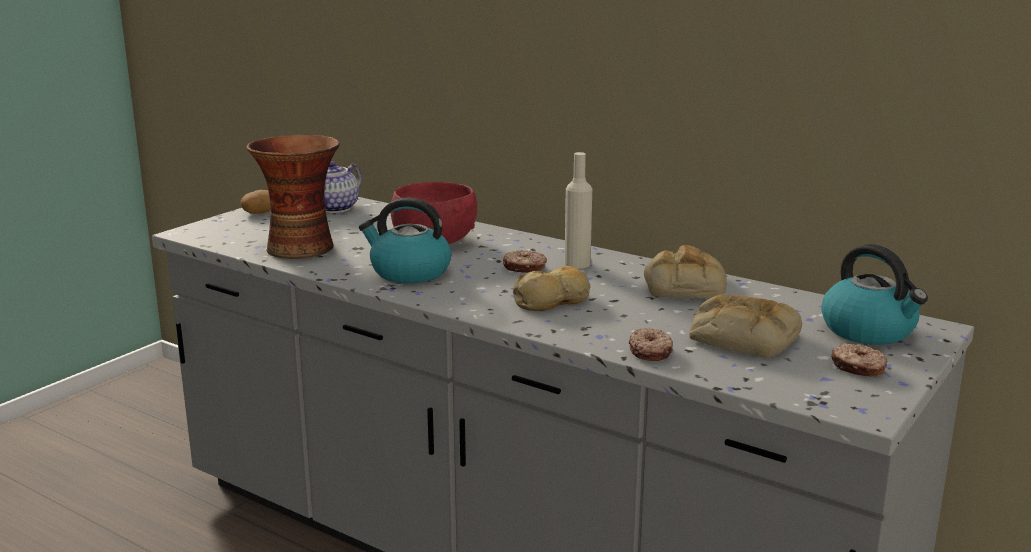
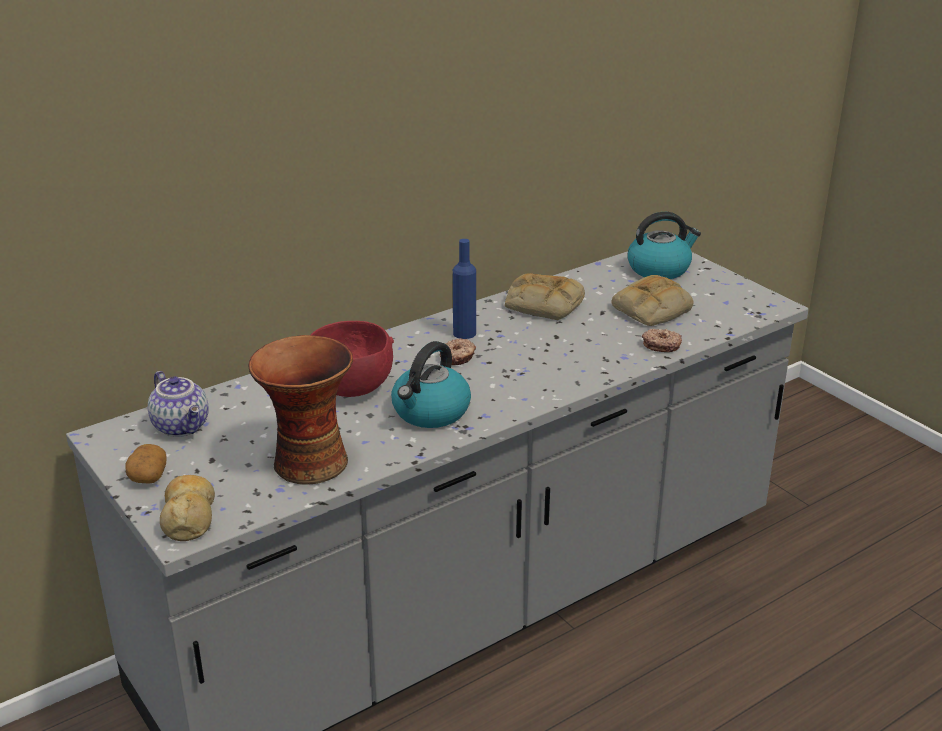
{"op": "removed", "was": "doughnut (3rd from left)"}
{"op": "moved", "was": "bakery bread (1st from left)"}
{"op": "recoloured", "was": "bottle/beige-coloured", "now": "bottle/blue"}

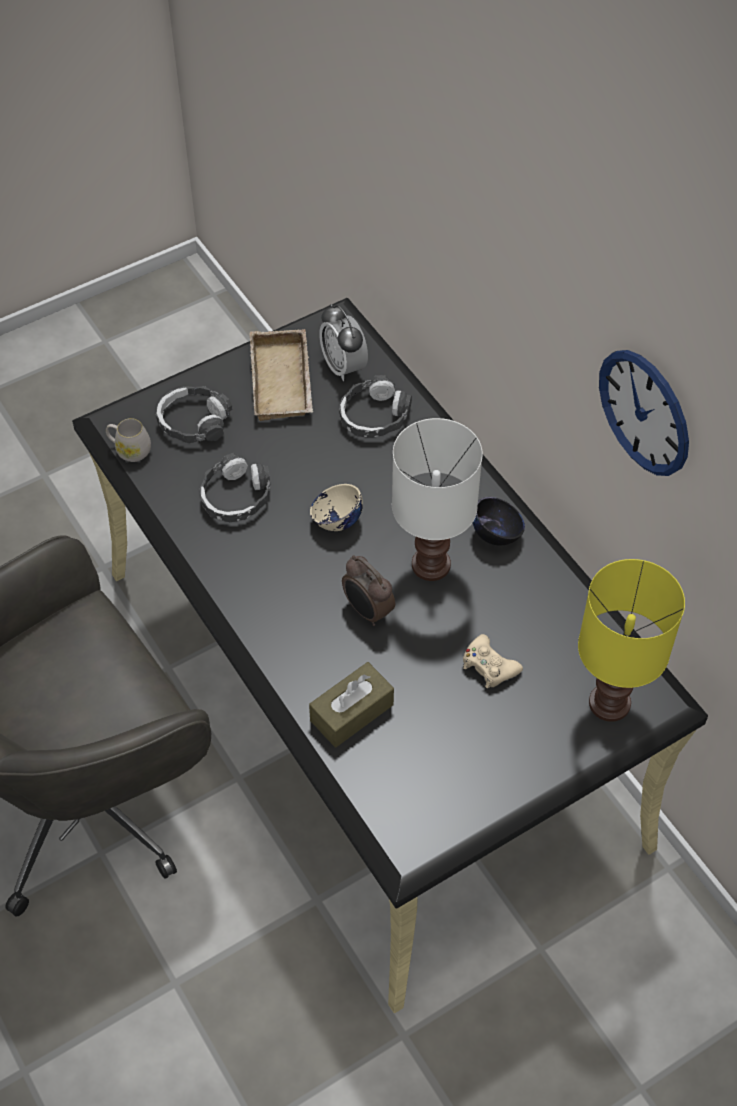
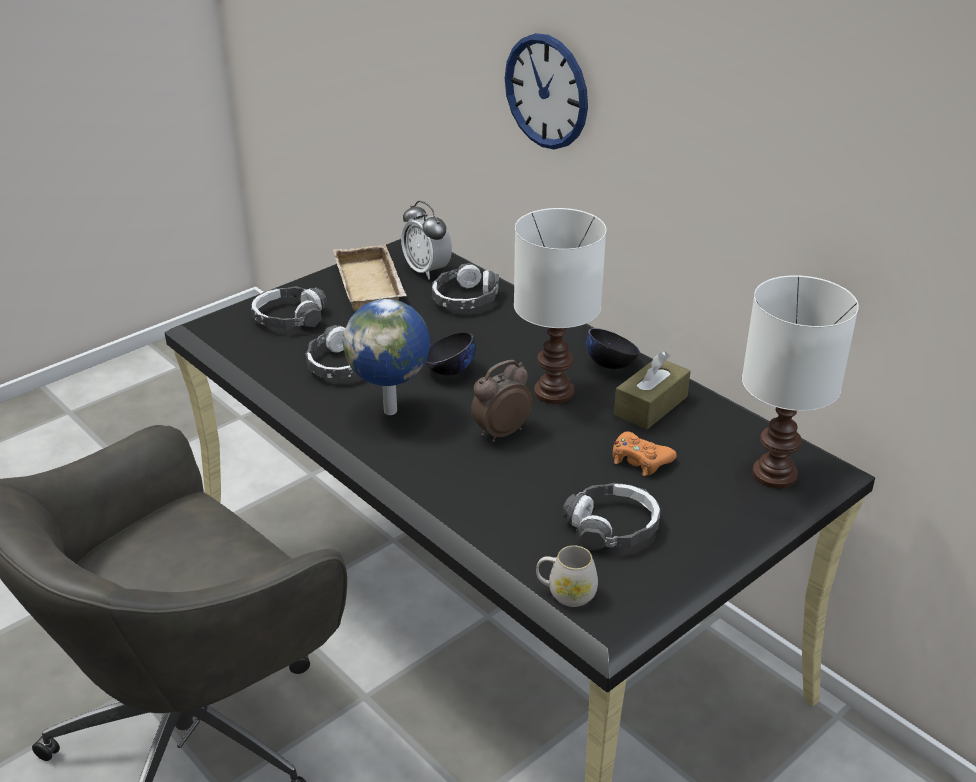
{"op": "added", "now": "world globe"}
{"op": "added", "now": "headphones (4th from left)"}
{"op": "moved", "was": "coffee mug/white-coloured"}
{"op": "moved", "was": "tissue box/brown-coloured"}
{"op": "moved", "was": "wall clock"}
{"op": "recoloured", "was": "deep dish/beige-coloured", "now": "deep dish/black (1st from left)"}
{"op": "recoloured", "was": "joypad/beige-coloured", "now": "joypad/orangey"}
{"op": "recoloured", "was": "table lamp/yellow", "now": "table lamp/white-coloured (2nd from left)"}
{"op": "turned", "was": "alarm clock (2nd from left)", "clockwise": 105}

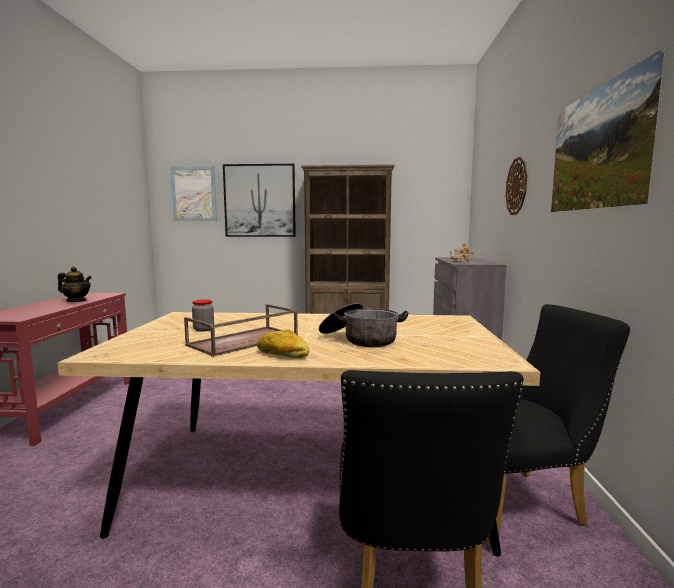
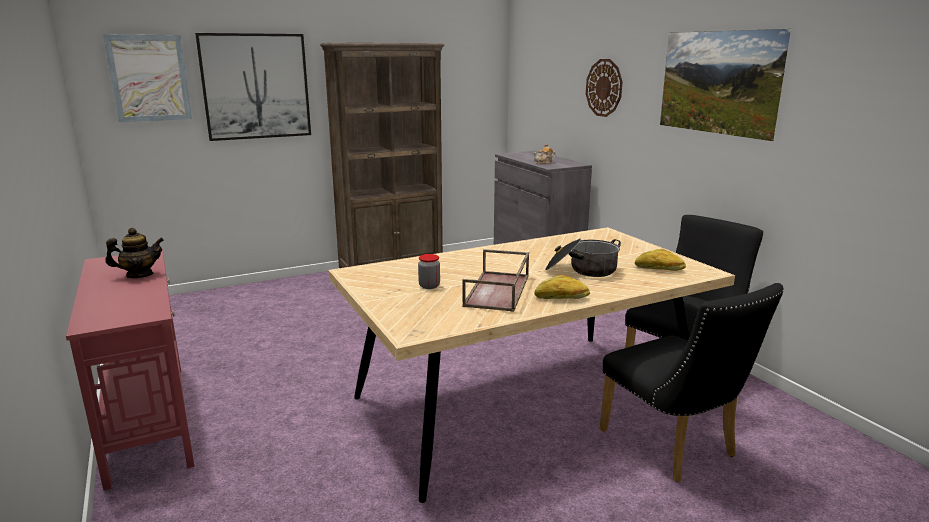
{"op": "added", "now": "bakery bread (2nd from left)"}

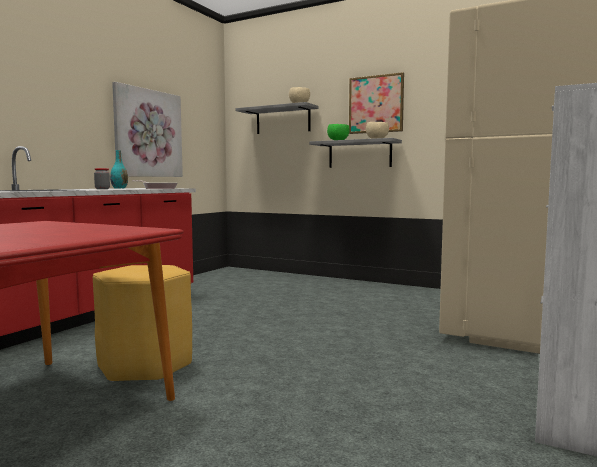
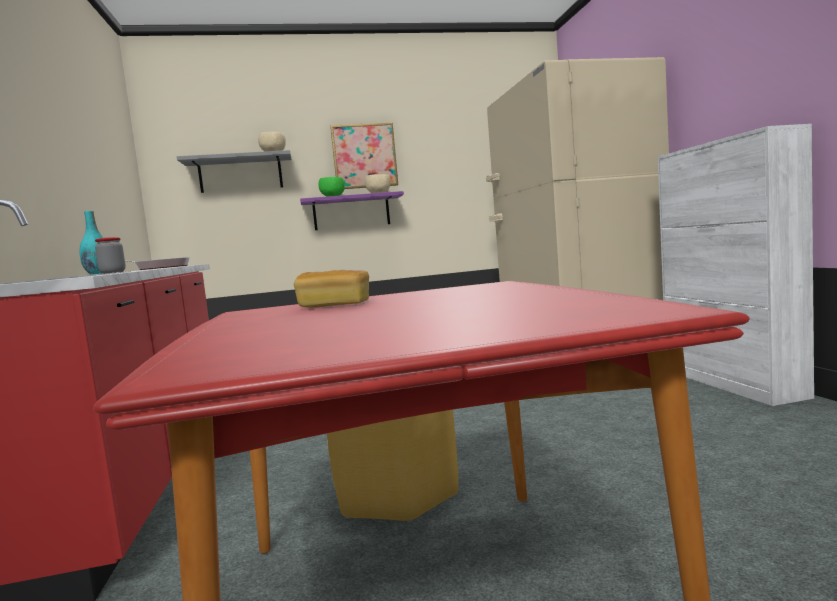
{"op": "removed", "was": "wall art (1st from left)"}
{"op": "added", "now": "bakery bread"}
{"op": "recoloured", "was": "bracket shelf/grey (2nd from left)", "now": "bracket shelf/purple-coloured"}

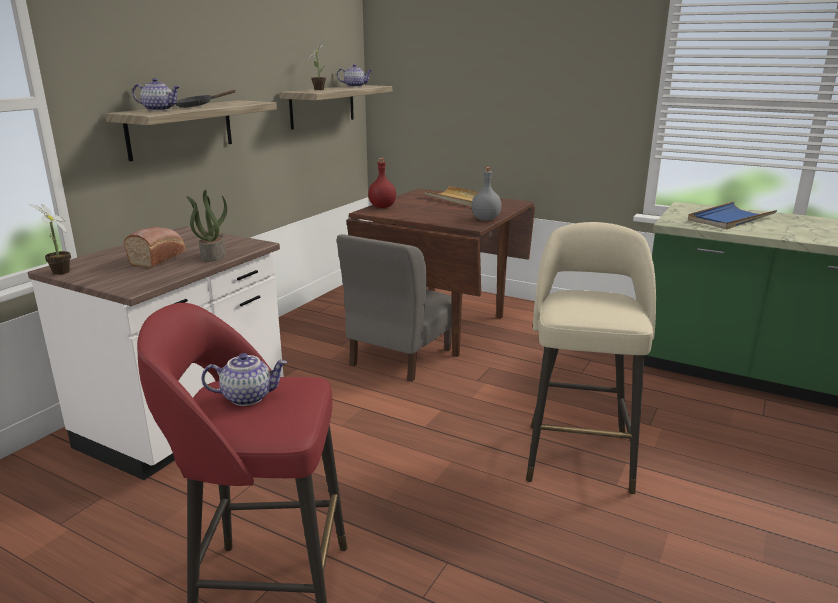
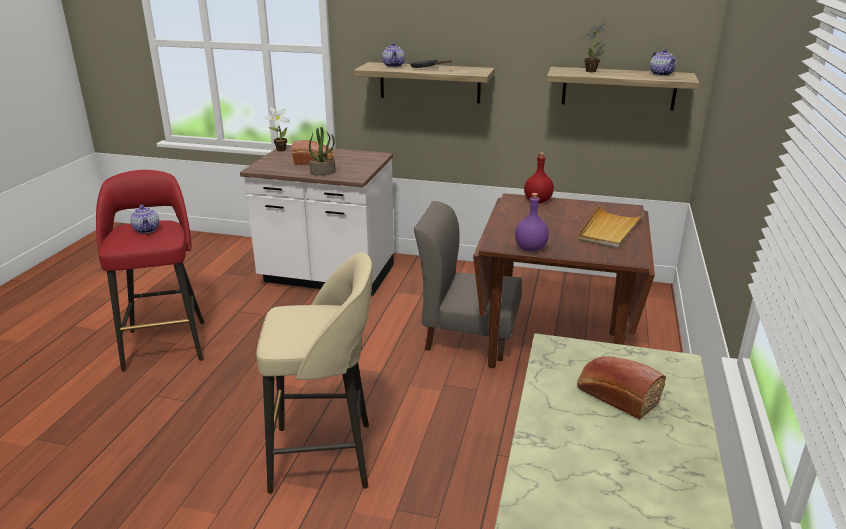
{"op": "replaced", "was": "tray/blue", "now": "bakery bread (2nd from left)"}
{"op": "recoloured", "was": "bottle/grey", "now": "bottle/purple-coloured"}

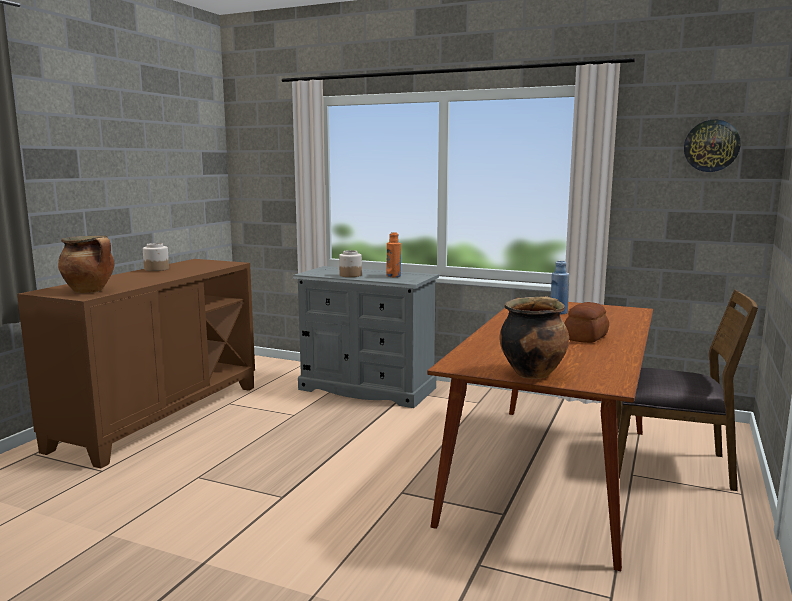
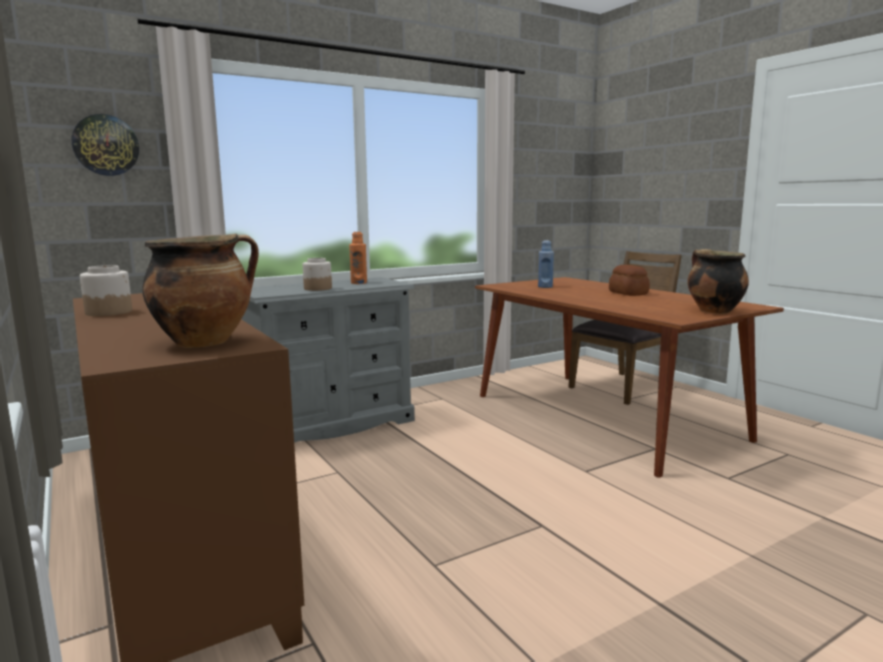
{"op": "moved", "was": "wall clock"}

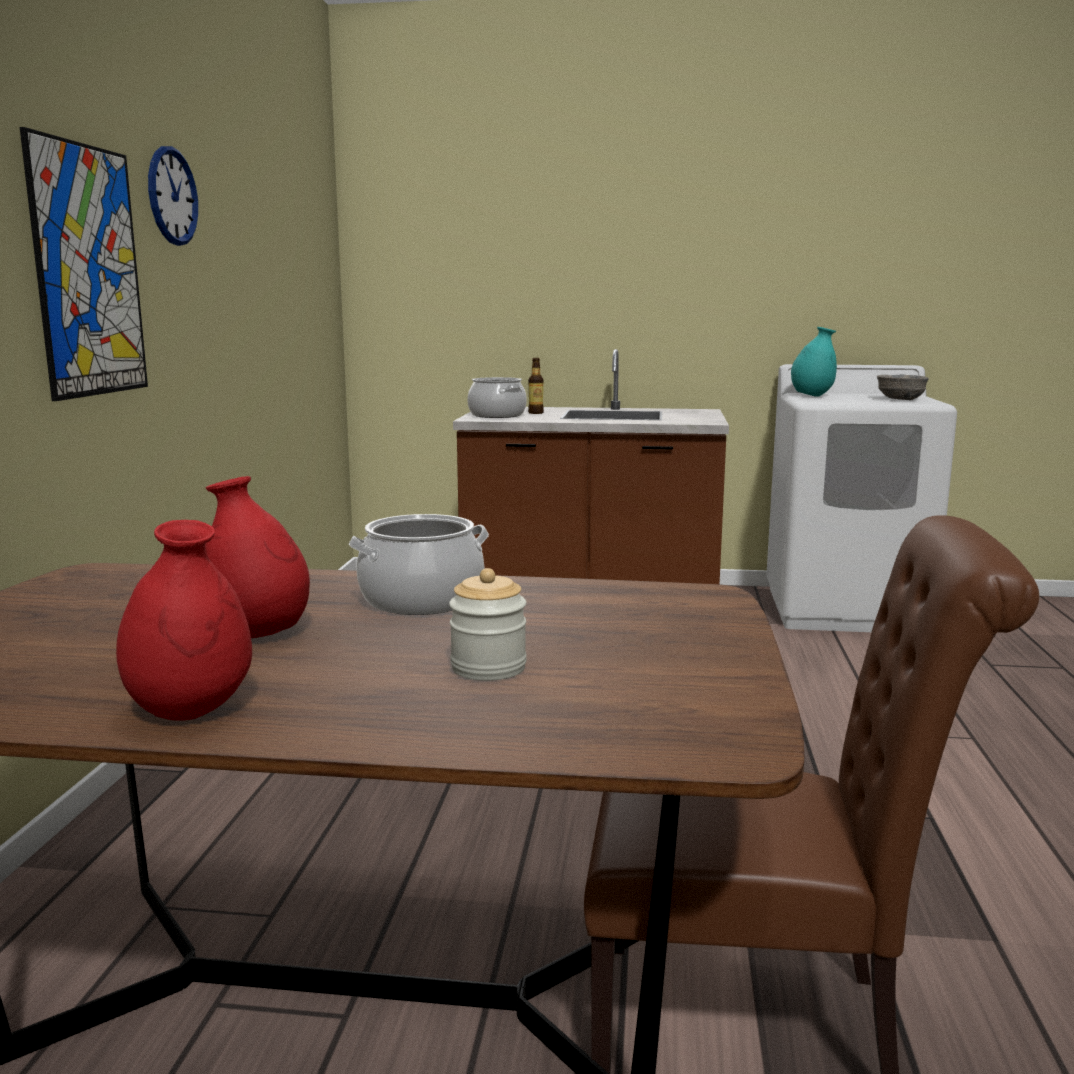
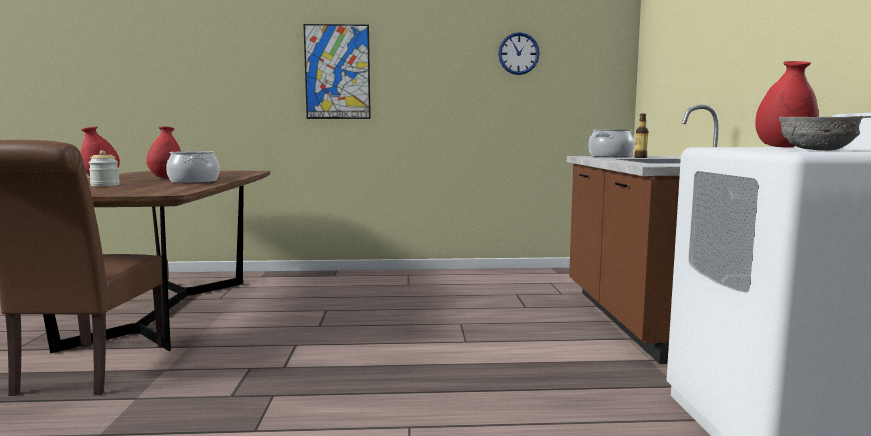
{"op": "moved", "was": "wall clock"}
{"op": "recoloured", "was": "decorative vase/blue-green", "now": "decorative vase/red-coloured (3rd from left)"}

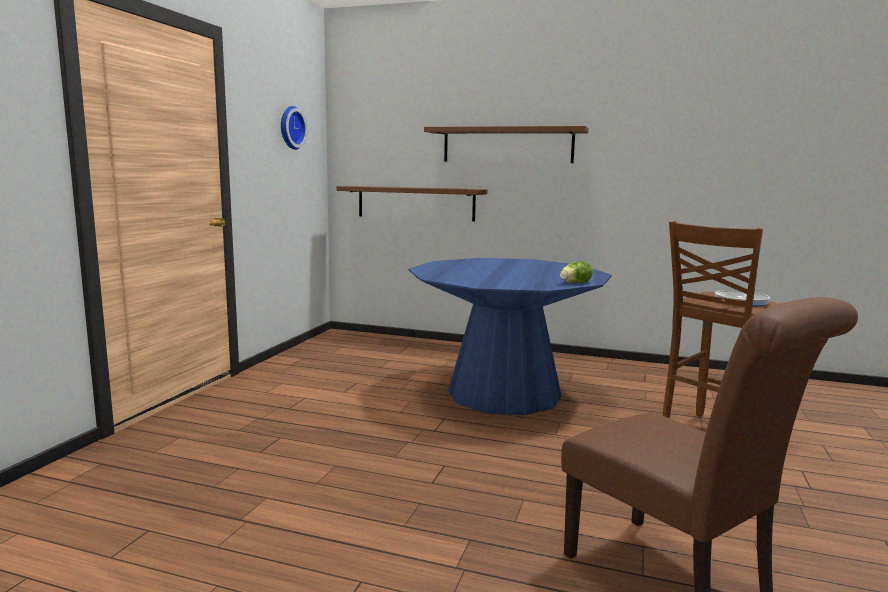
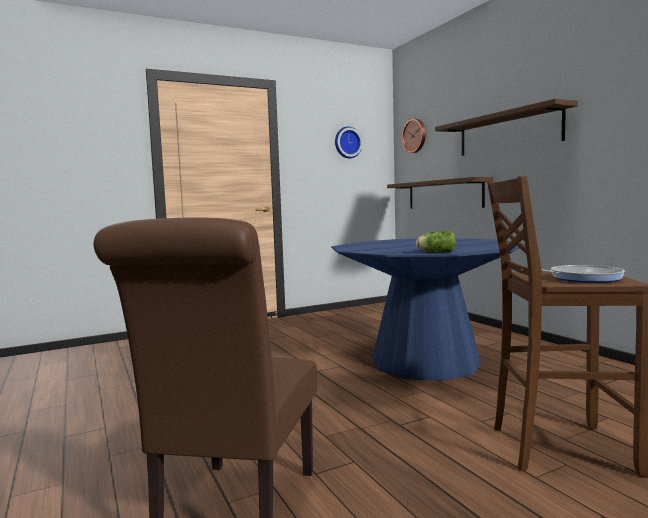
{"op": "added", "now": "wall clock (2nd from left)"}

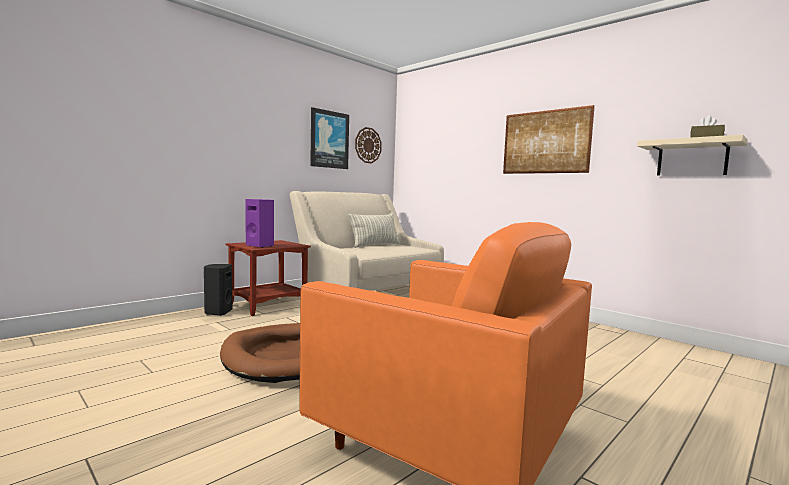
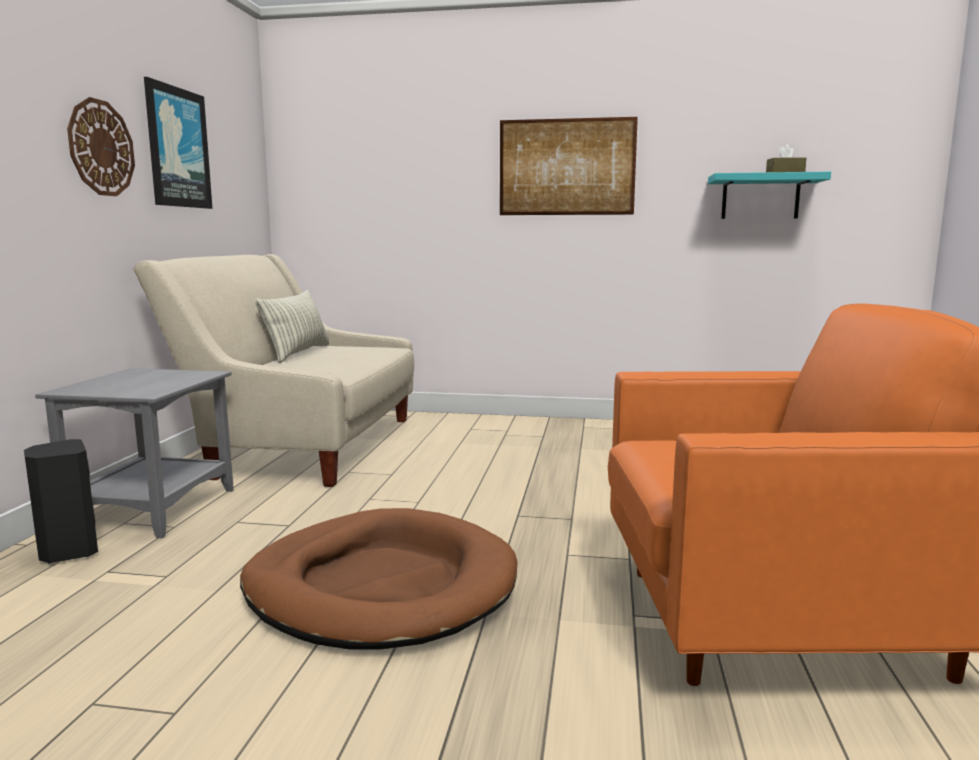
{"op": "removed", "was": "audio speaker/purple-coloured"}
{"op": "moved", "was": "wall clock"}
{"op": "recoloured", "was": "accent table/brown-coloured", "now": "accent table/grey"}
{"op": "recoloured", "was": "bracket shelf/beige-coloured", "now": "bracket shelf/blue-green"}

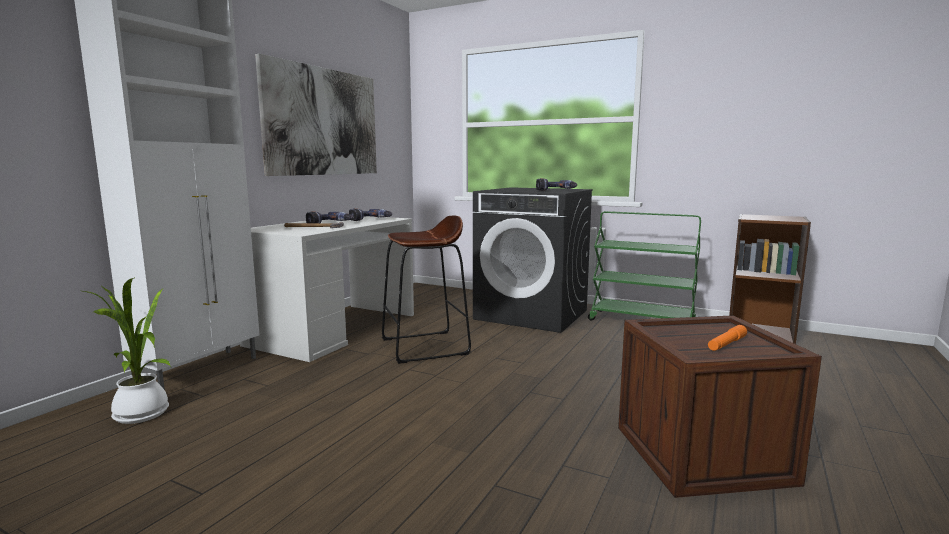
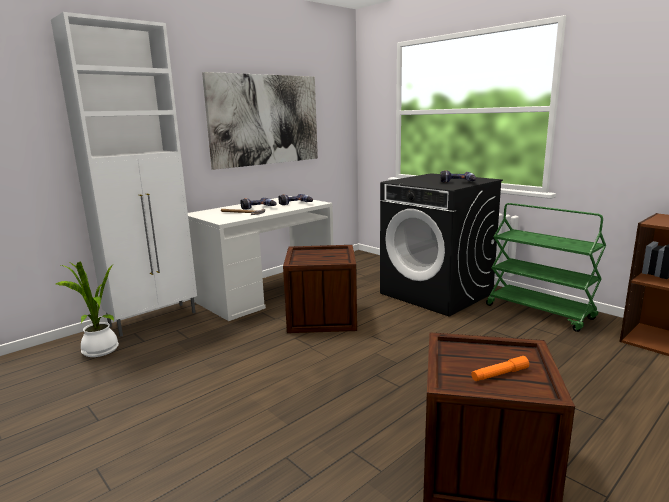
{"op": "replaced", "was": "stool seat/brown-coloured", "now": "shipping crate (1st from left)"}

